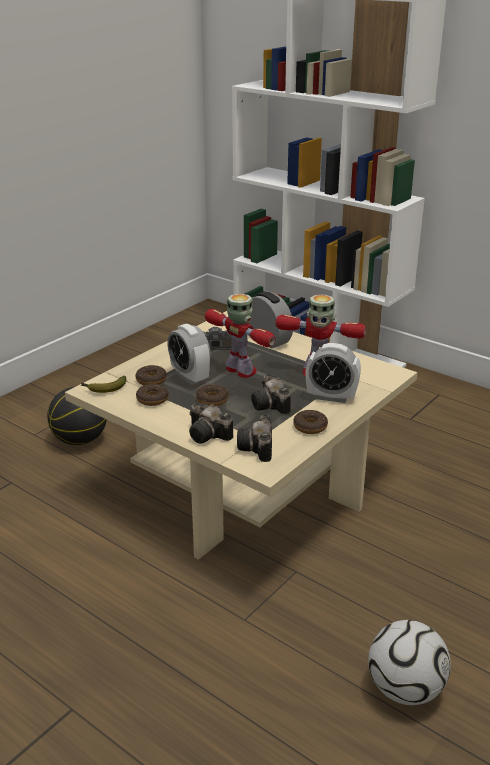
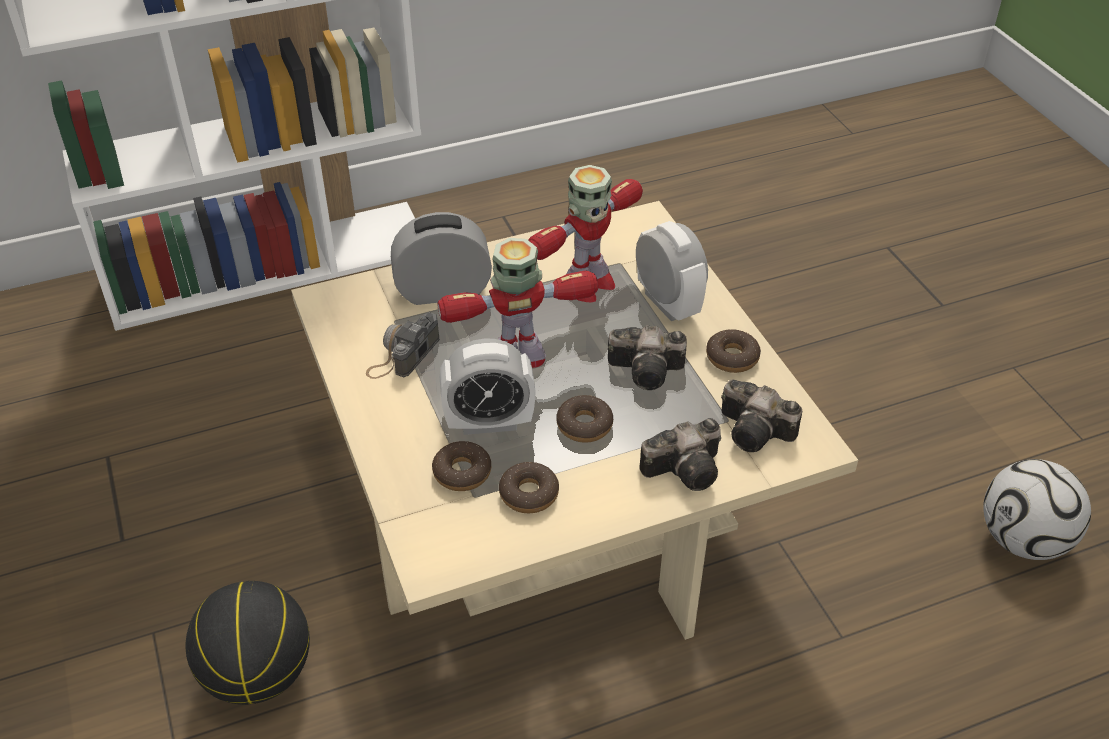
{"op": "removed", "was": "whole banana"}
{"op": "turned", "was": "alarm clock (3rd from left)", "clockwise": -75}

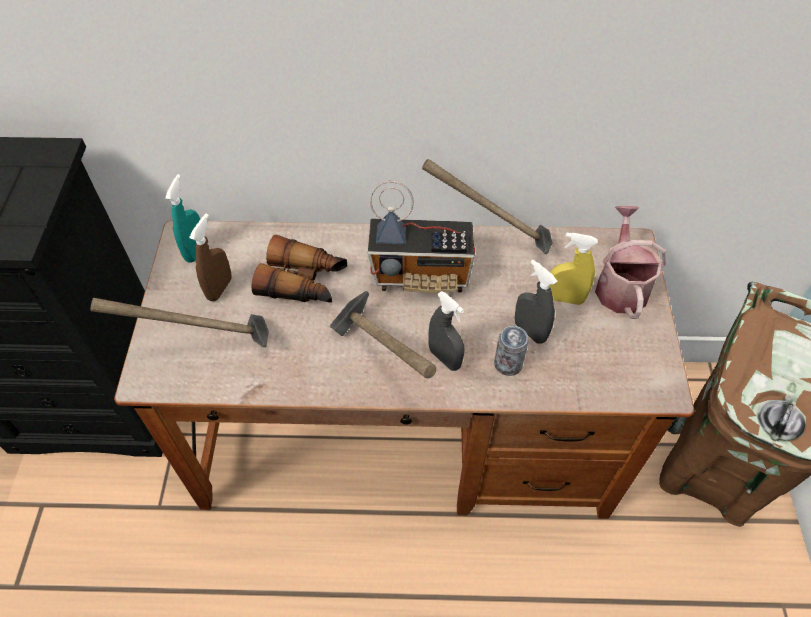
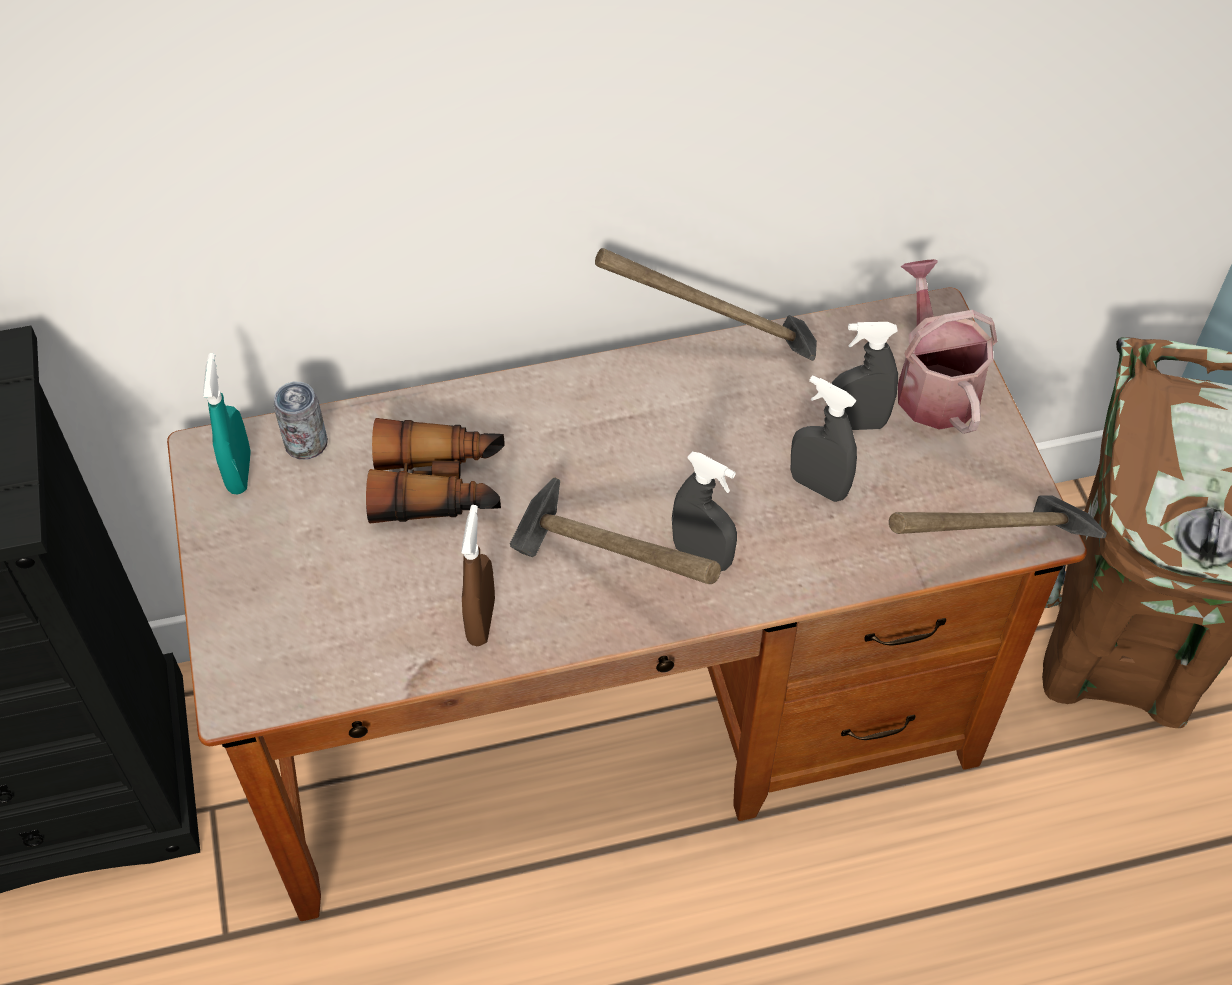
{"op": "removed", "was": "radio set"}
{"op": "moved", "was": "hammer (1st from left in the first image)", "now": "hammer (3rd from left)"}
{"op": "moved", "was": "spray bottle/brown-coloured"}
{"op": "moved", "was": "can"}
{"op": "recoloured", "was": "spray bottle/yellow", "now": "spray bottle/grey (3rd from left)"}

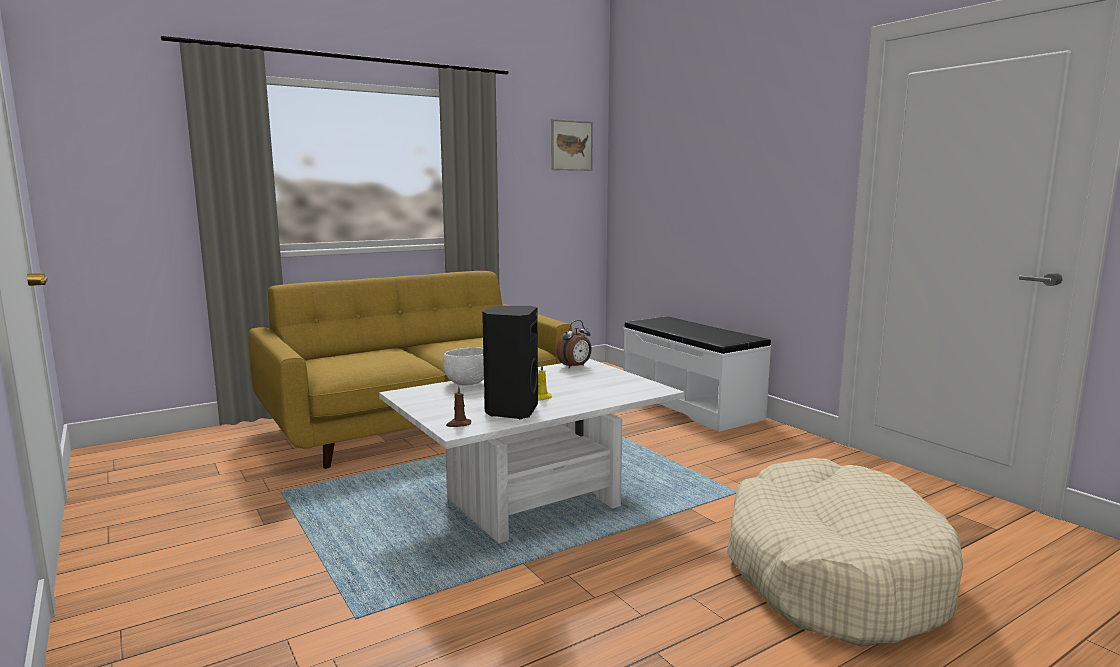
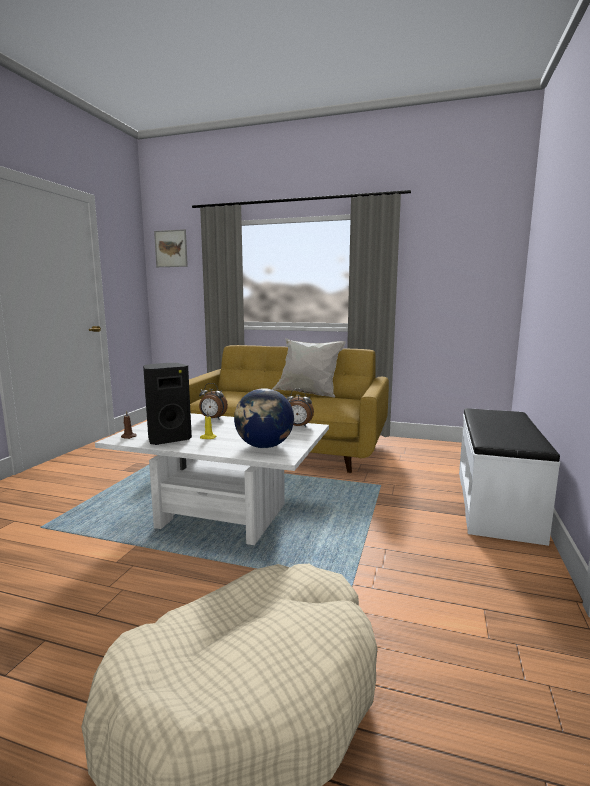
{"op": "added", "now": "world globe"}
{"op": "added", "now": "cushion/white-coloured"}
{"op": "moved", "was": "wall art"}
{"op": "replaced", "was": "deep dish/white-coloured", "now": "alarm clock (1st from left)"}

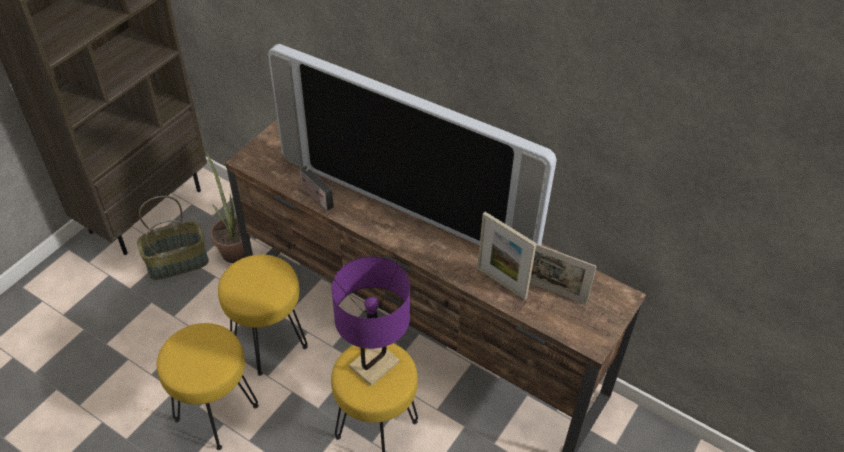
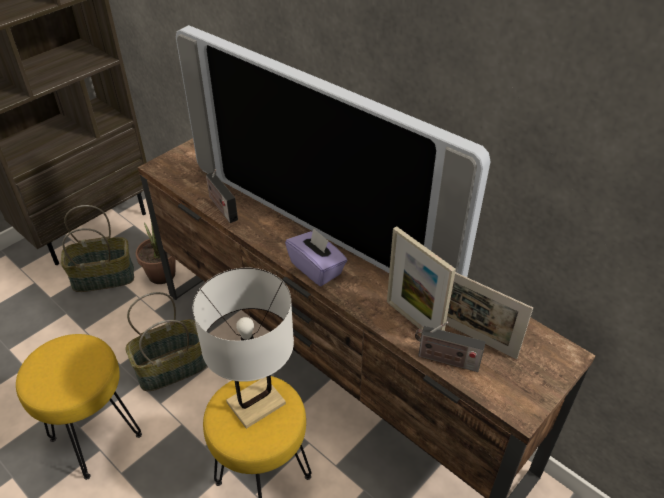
{"op": "added", "now": "tissue box/purple-coloured"}
{"op": "added", "now": "radio set (2nd from left)"}
{"op": "replaced", "was": "stool seat/yellow (2nd from left)", "now": "basket (2nd from left)"}
{"op": "recoloured", "was": "table lamp/purple-coloured", "now": "table lamp/white-coloured"}

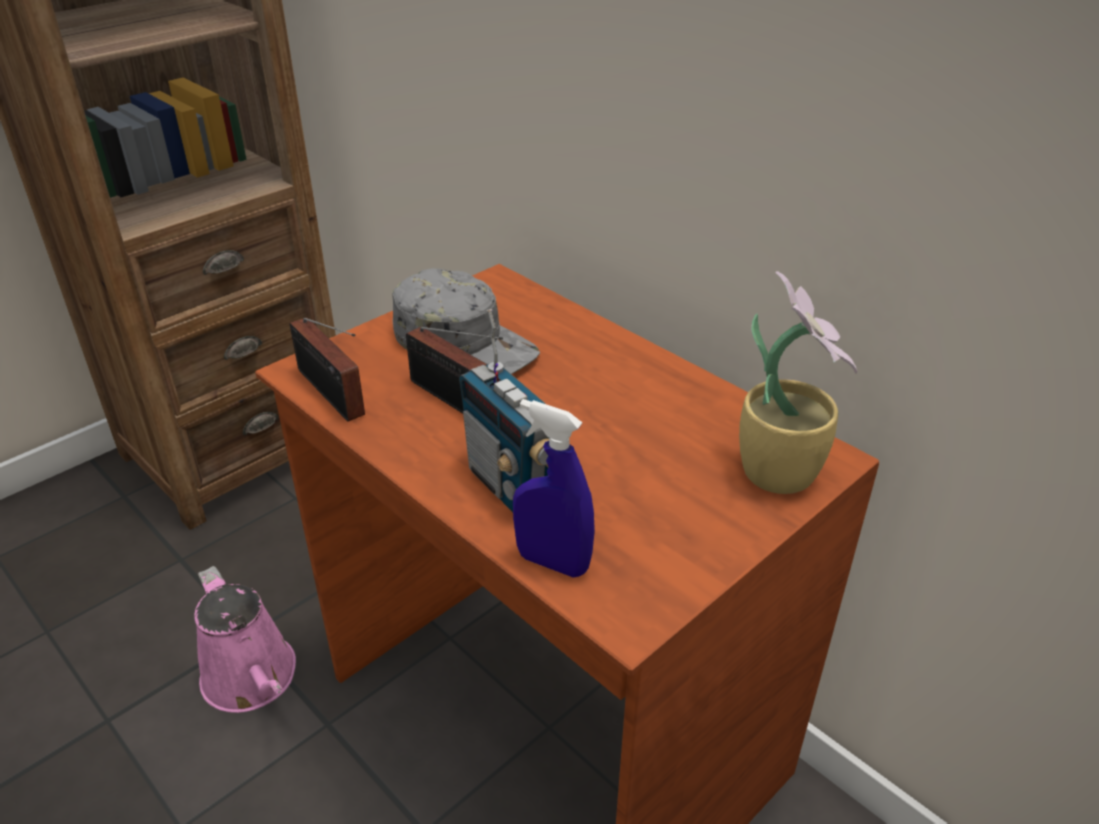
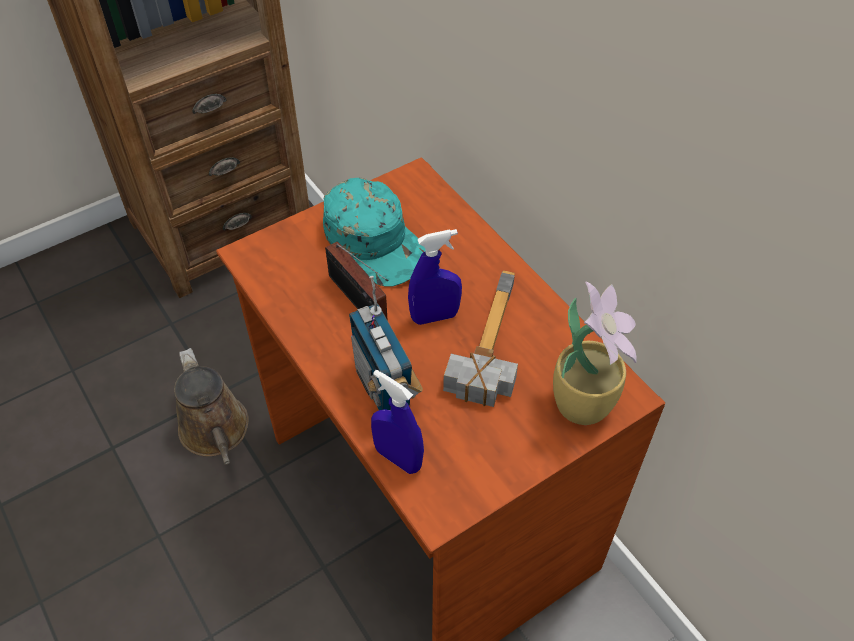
{"op": "removed", "was": "radio set (1st from left)"}
{"op": "added", "now": "spray bottle/blue (2nd from left)"}
{"op": "added", "now": "hammer"}
{"op": "recoloured", "was": "watering pot/pink-coloured", "now": "watering pot/brown-coloured"}
{"op": "recoloured", "was": "cap/grey", "now": "cap/blue-green"}

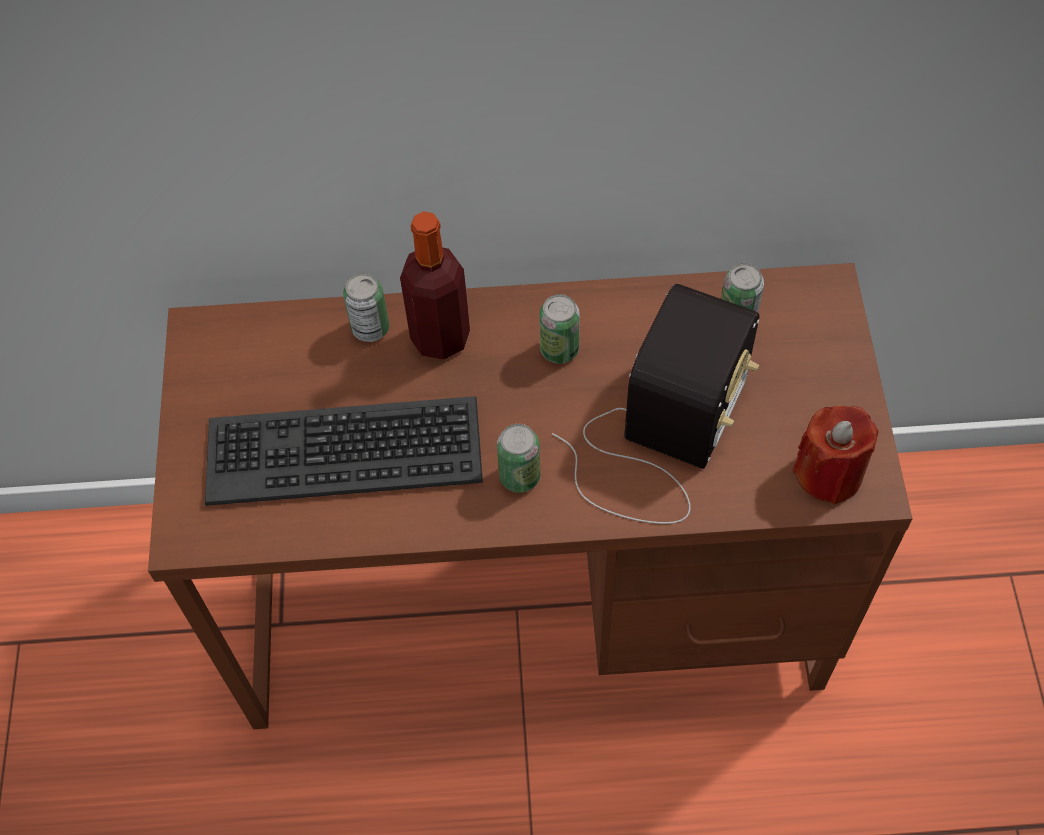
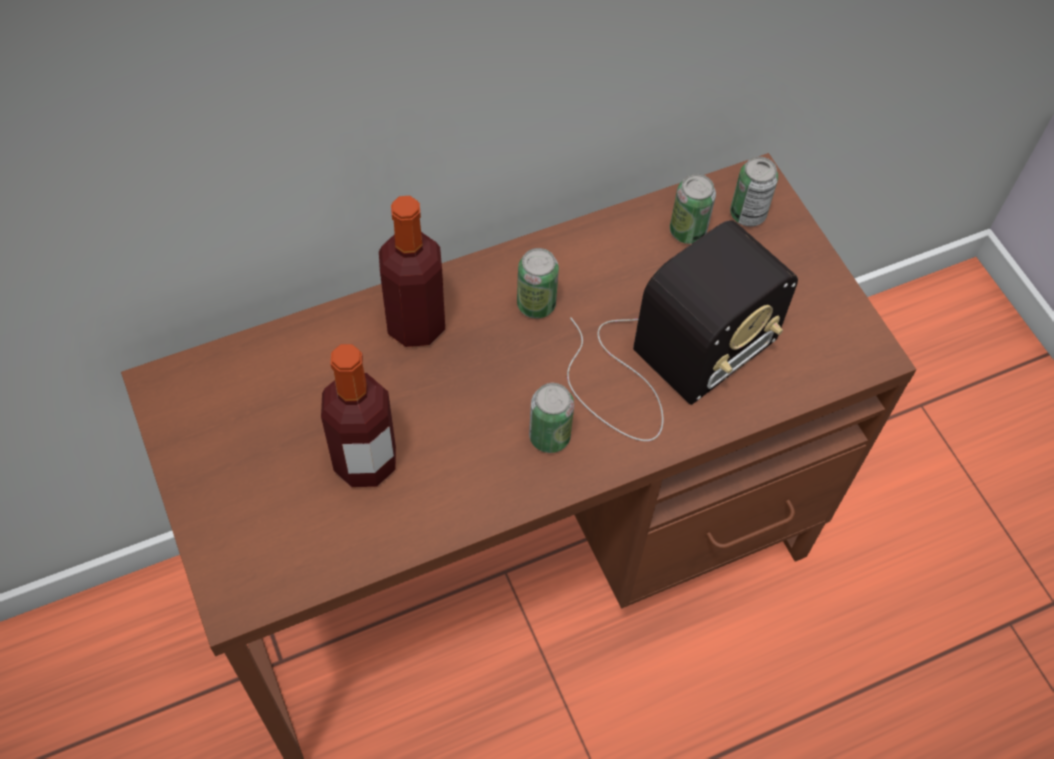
{"op": "removed", "was": "candle/red-coloured"}
{"op": "moved", "was": "can (1st from left in the first image)", "now": "can (4th from left)"}
{"op": "replaced", "was": "keyboard", "now": "bottle (1st from left)"}
{"op": "turned", "was": "radio set", "clockwise": 45}

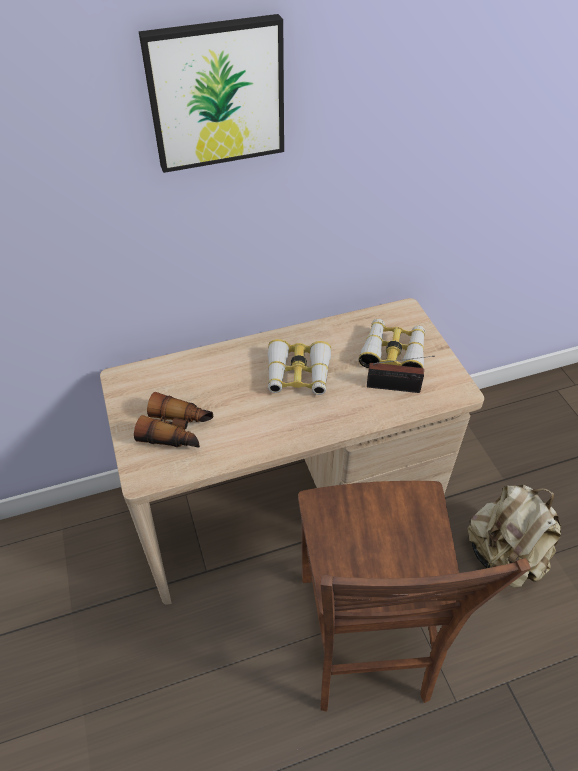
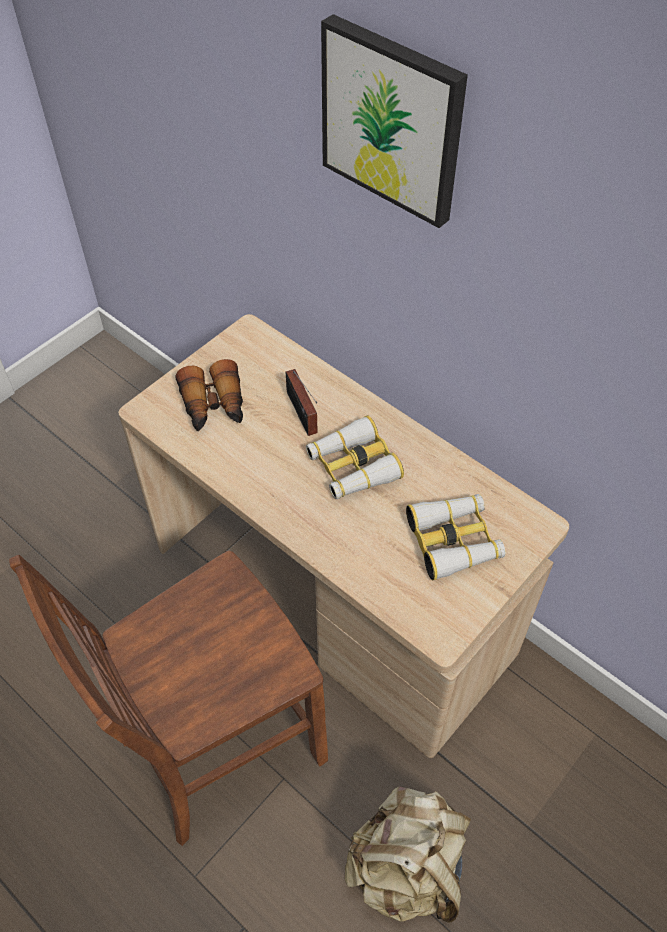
{"op": "moved", "was": "radio set"}

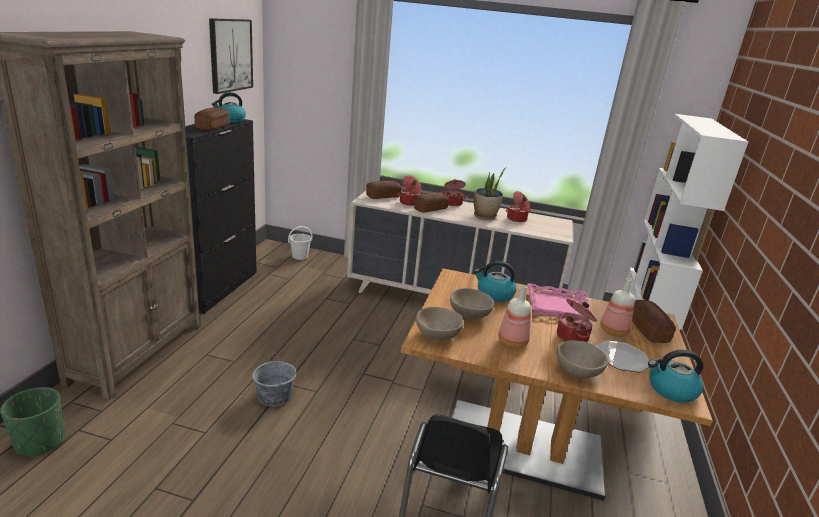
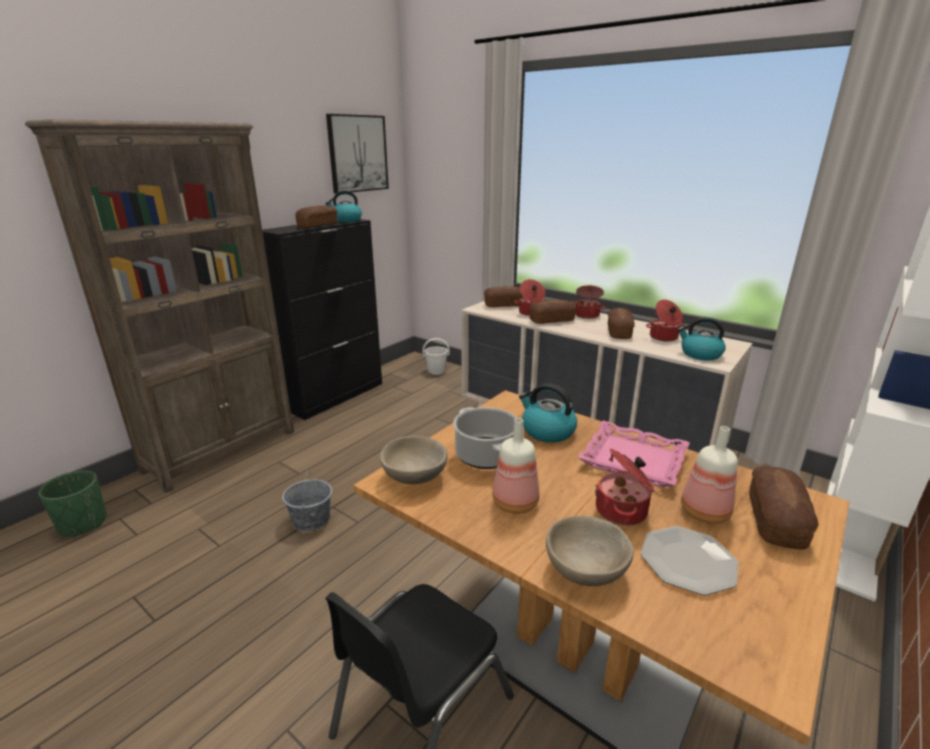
{"op": "moved", "was": "water kettle (3rd from left)"}
{"op": "replaced", "was": "deep dish/beige-coloured (2nd from left)", "now": "cooking pot (1st from left)"}
{"op": "replaced", "was": "plant in a pot", "now": "bakery bread (4th from left)"}

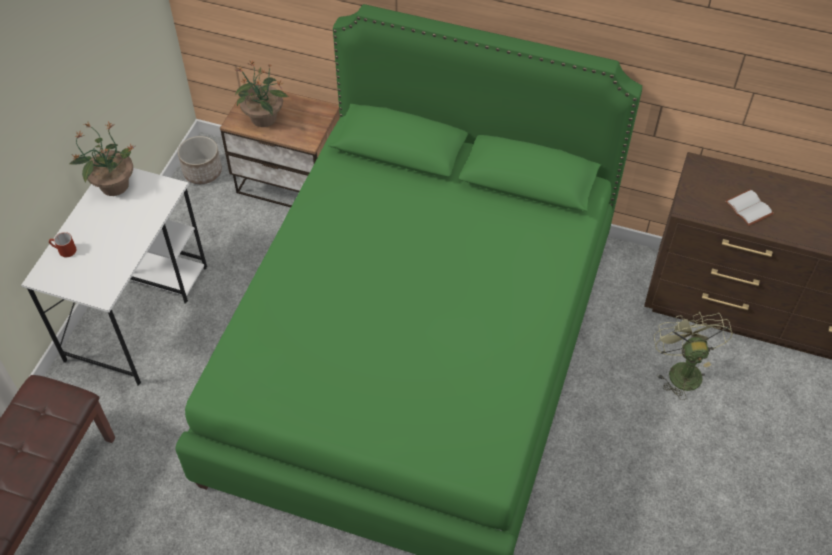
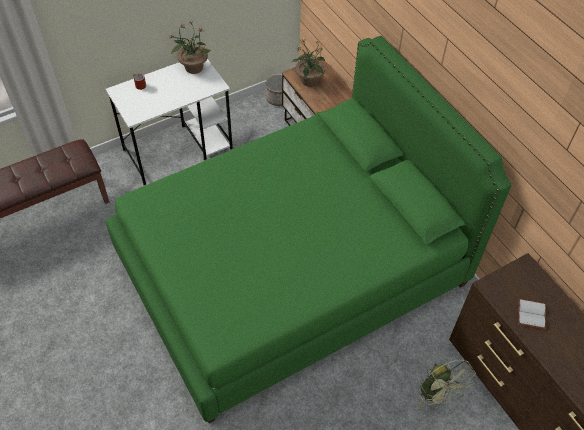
{"op": "turned", "was": "fan/greenish", "clockwise": 120}

